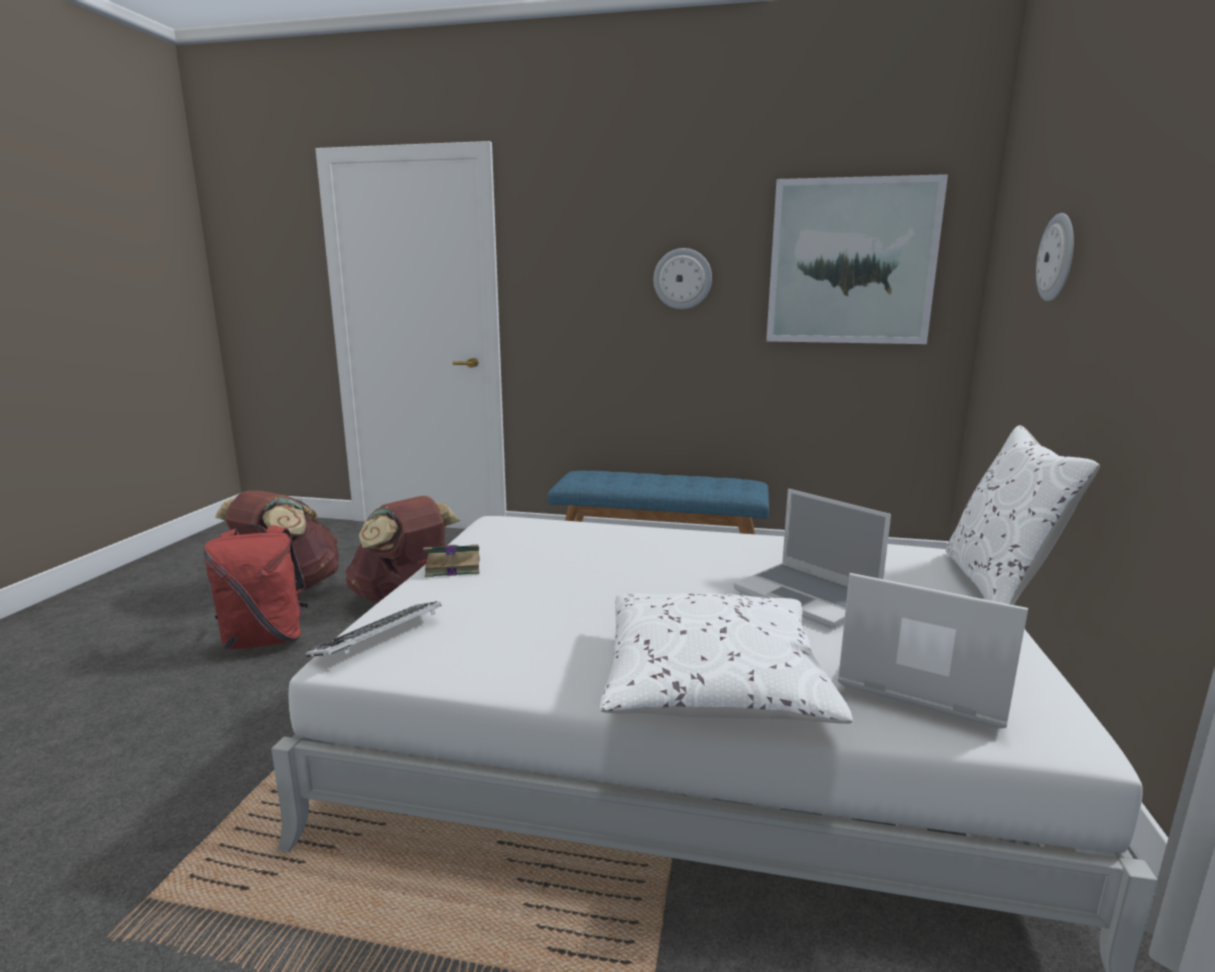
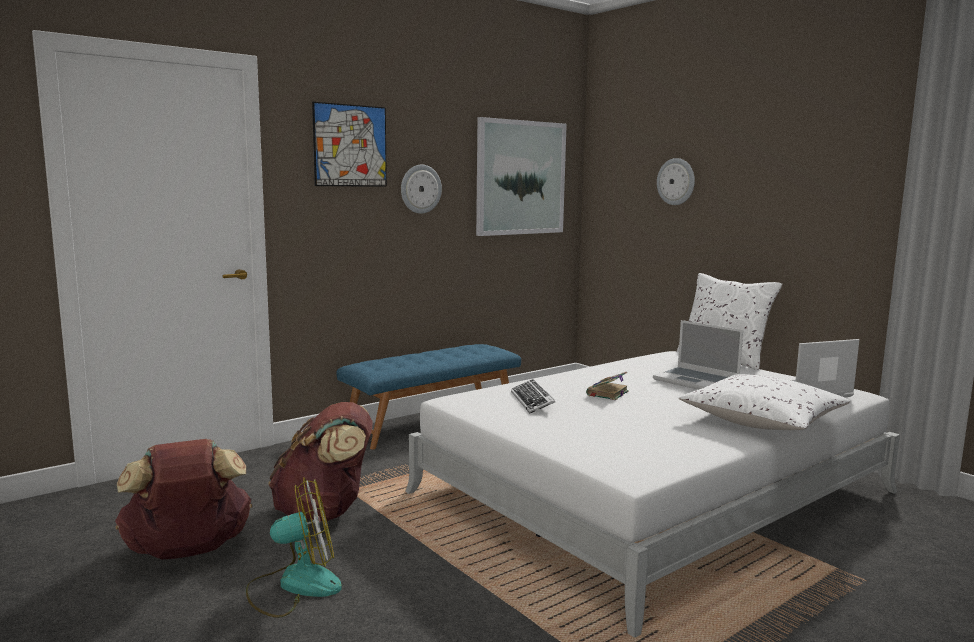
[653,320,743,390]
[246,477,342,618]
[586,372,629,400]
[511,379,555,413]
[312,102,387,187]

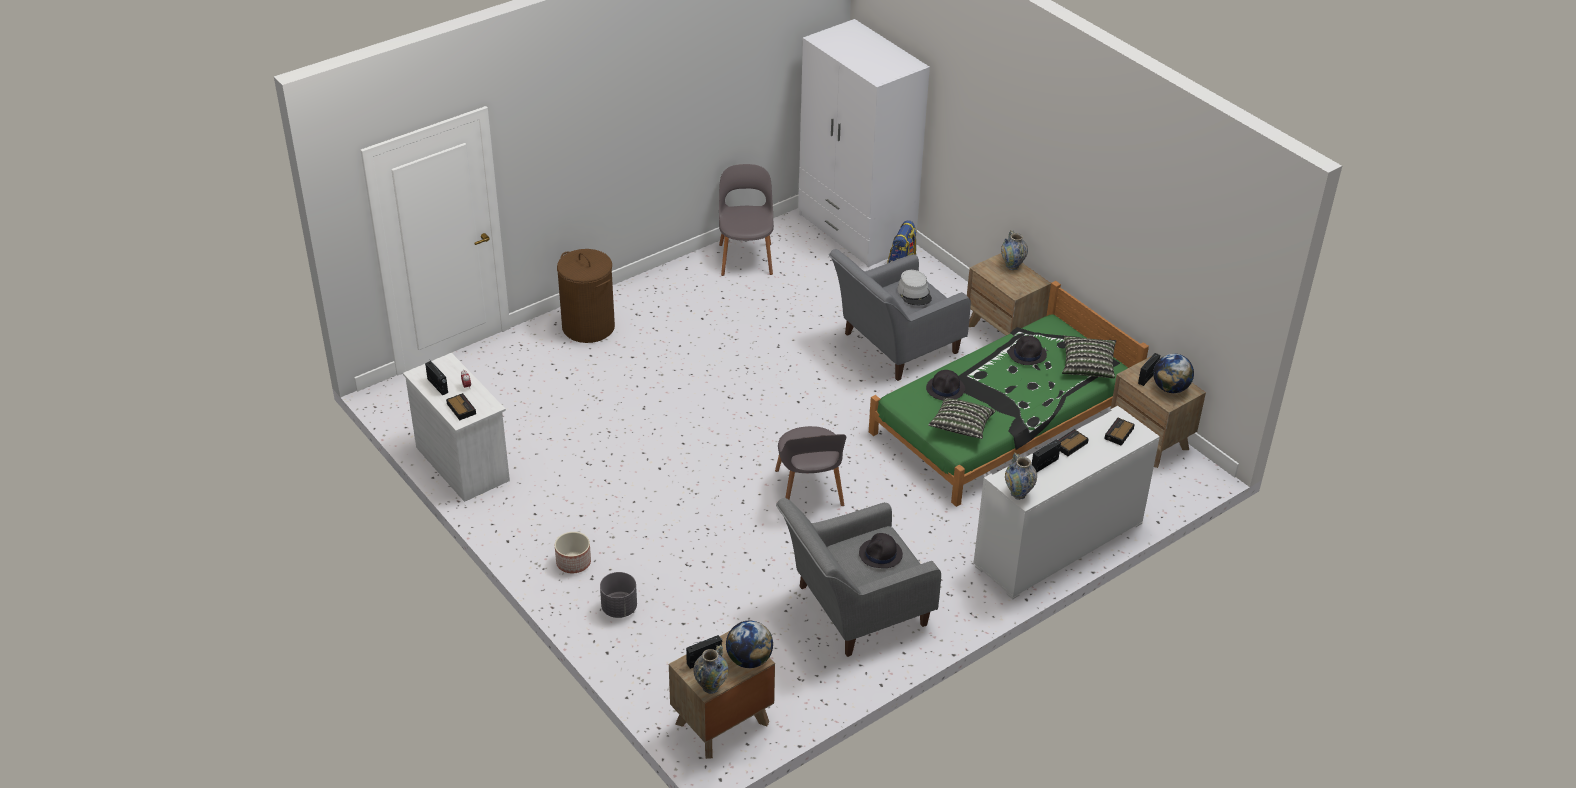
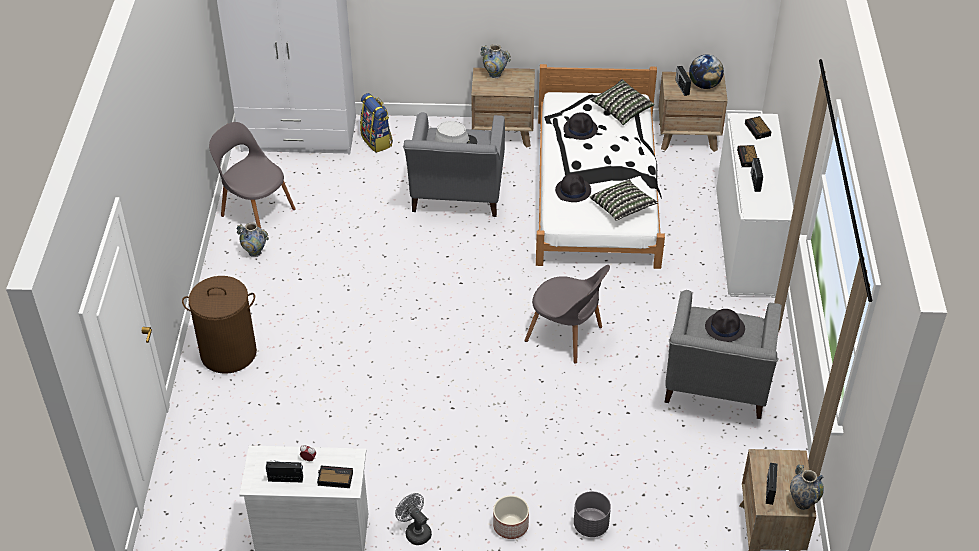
[536,64,665,269]
[236,222,269,257]
[726,621,773,668] (first image)
[395,493,432,545]

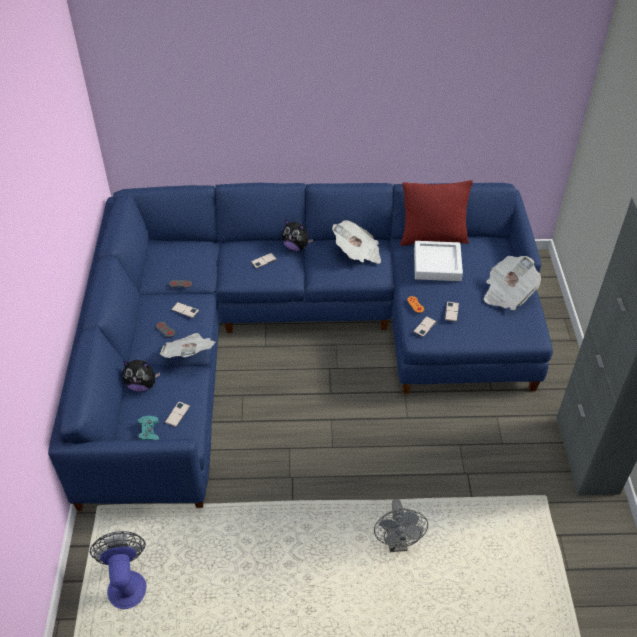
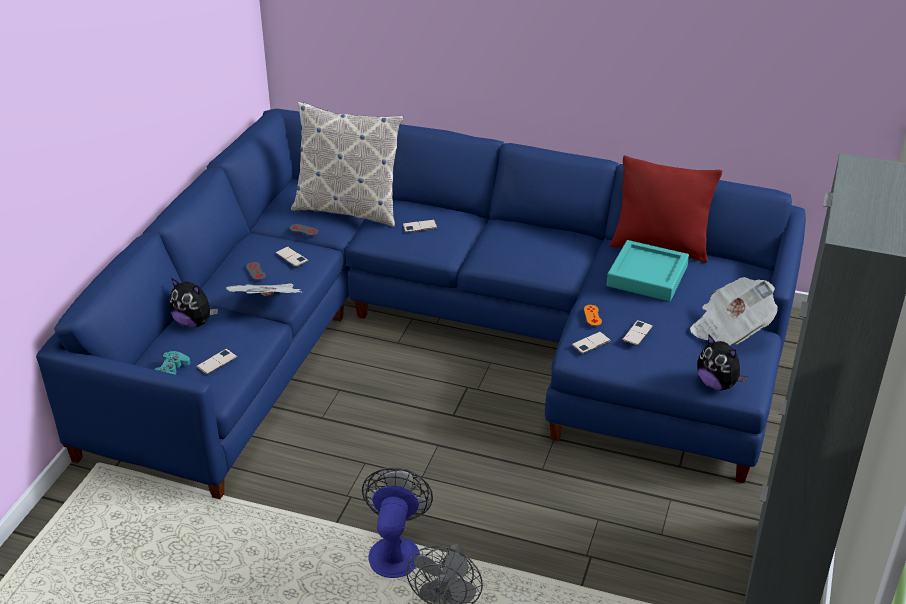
[697,334,748,390]
[332,220,381,264] (first image)
[607,240,689,301]
[362,468,433,578]
[291,102,403,227]

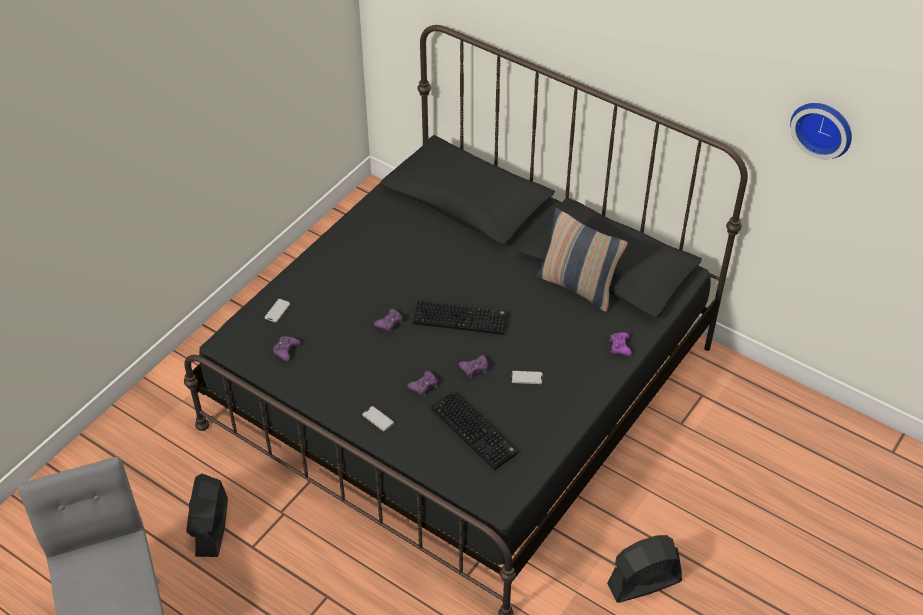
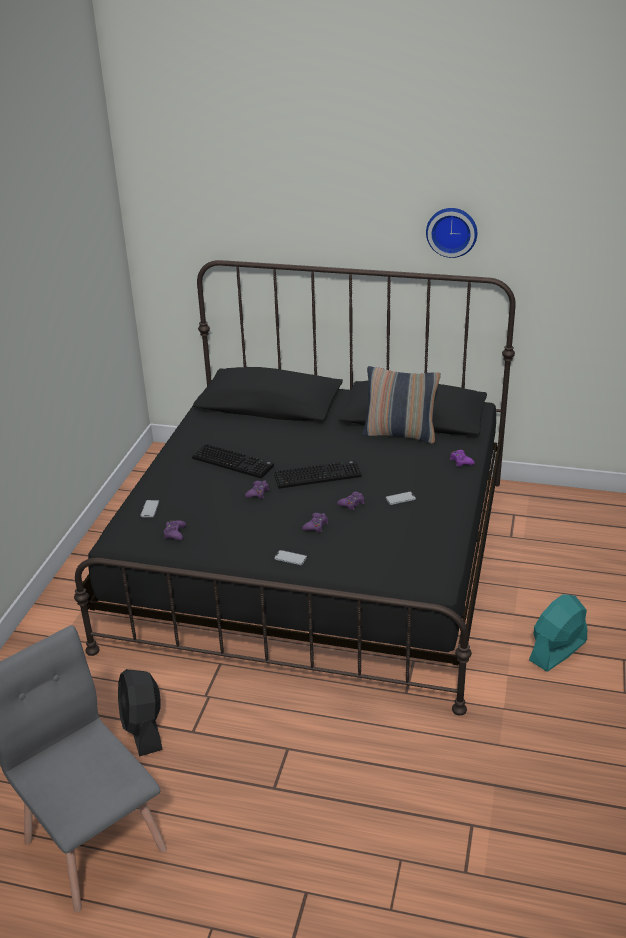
[426,208,477,258]
[192,444,274,478]
[529,594,587,672]

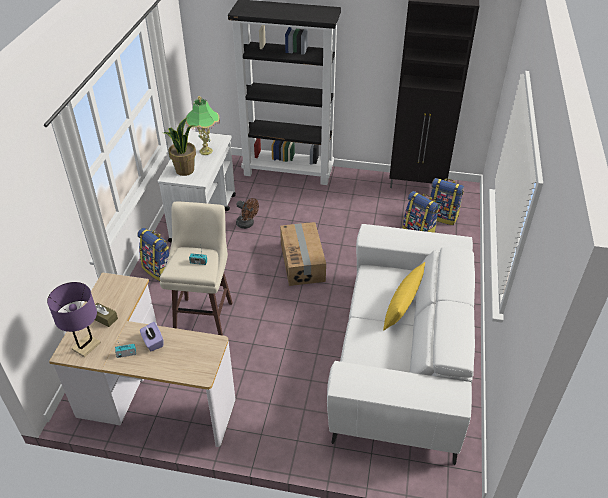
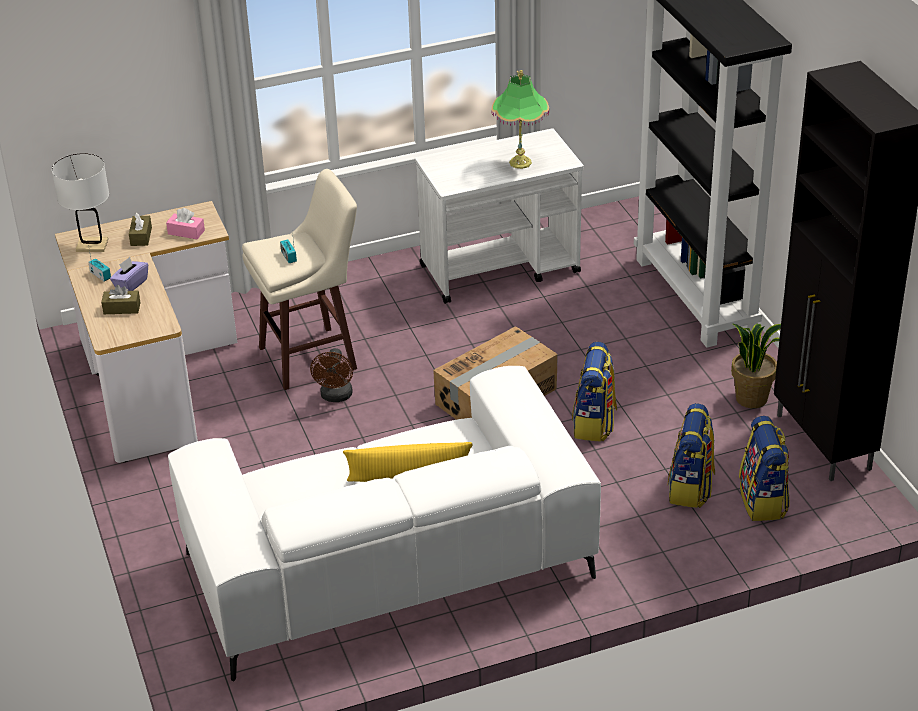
[731,323,781,408]
[310,348,353,402]
[572,342,617,442]
[52,153,109,252]
[166,208,205,239]
[101,285,141,314]

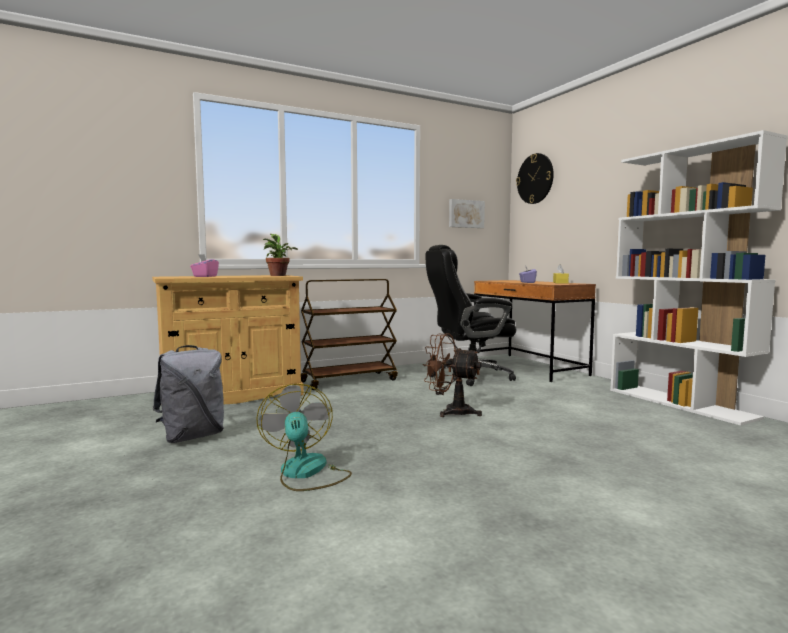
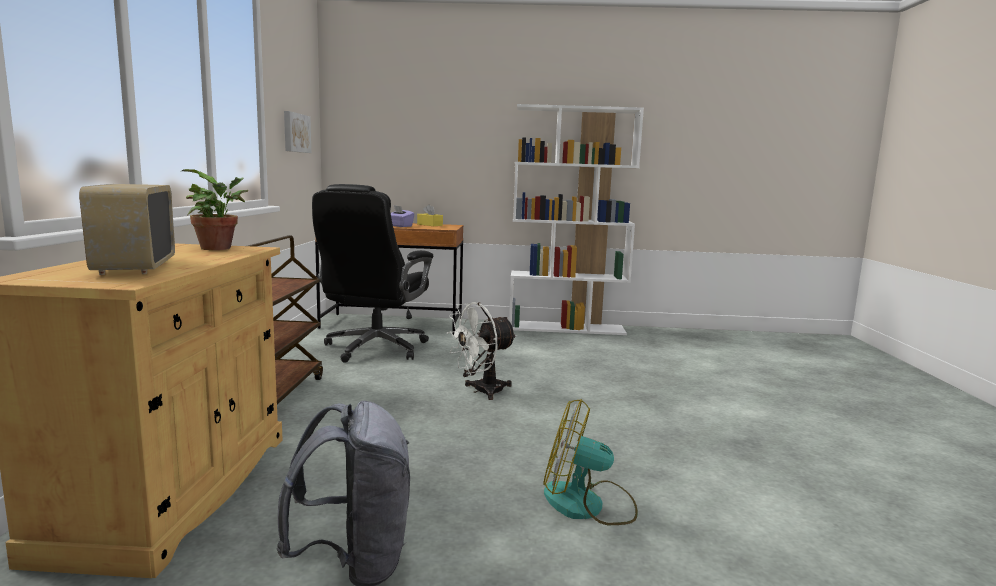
[516,153,554,204] (first image)
[79,184,175,275]
[447,302,517,400]

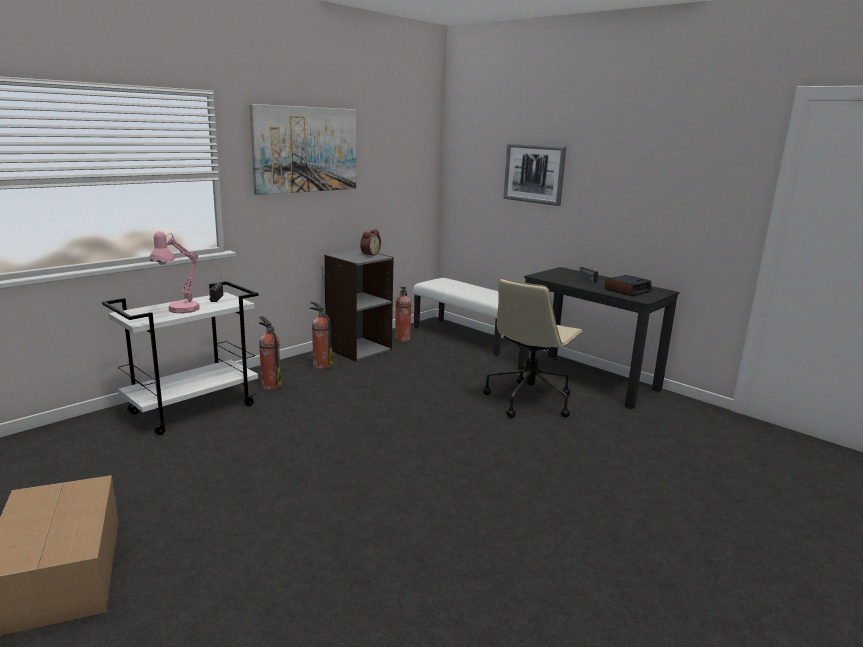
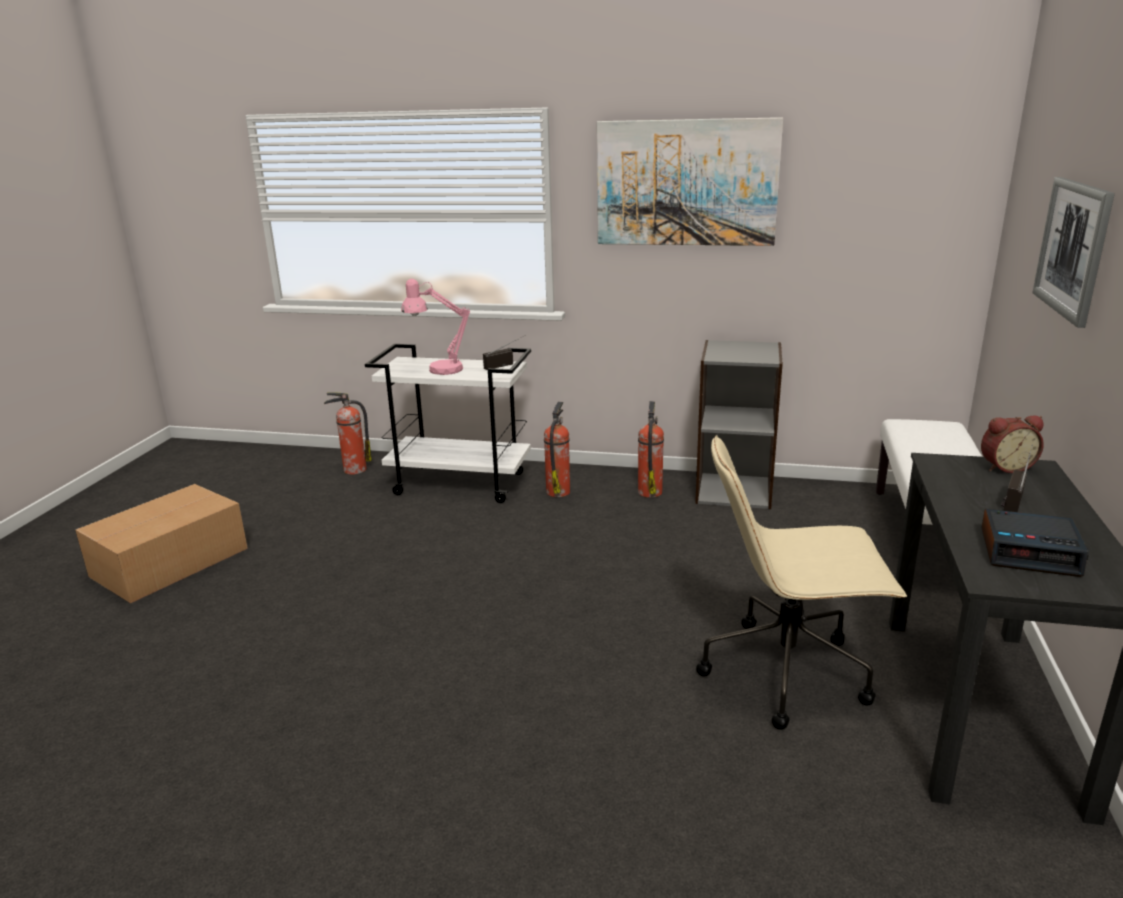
[981,415,1044,473]
[324,392,372,475]

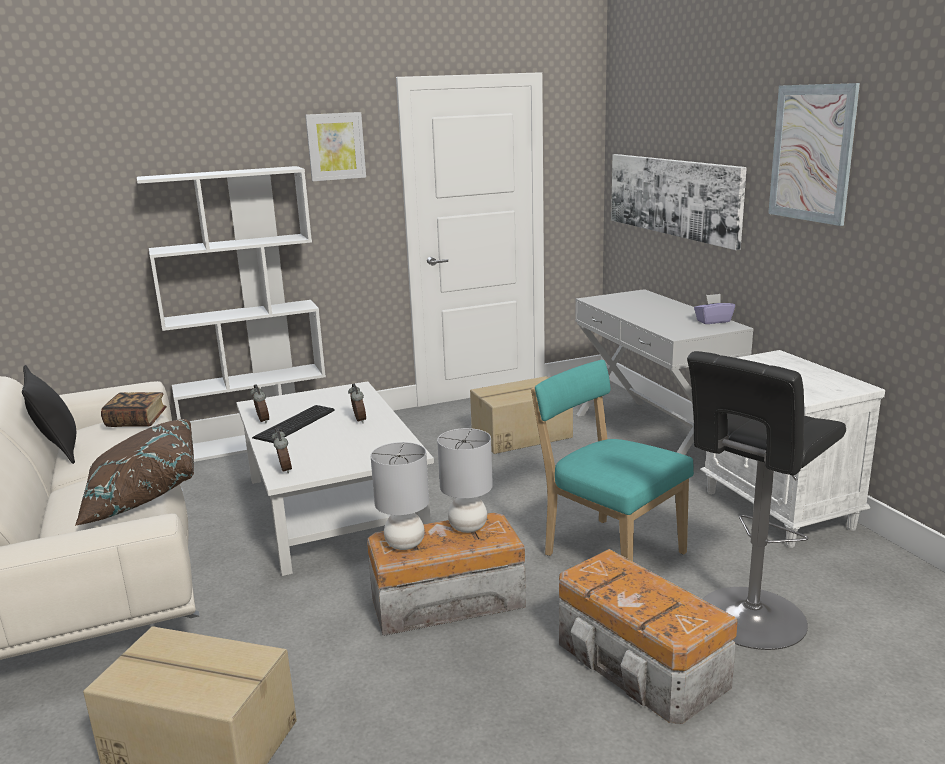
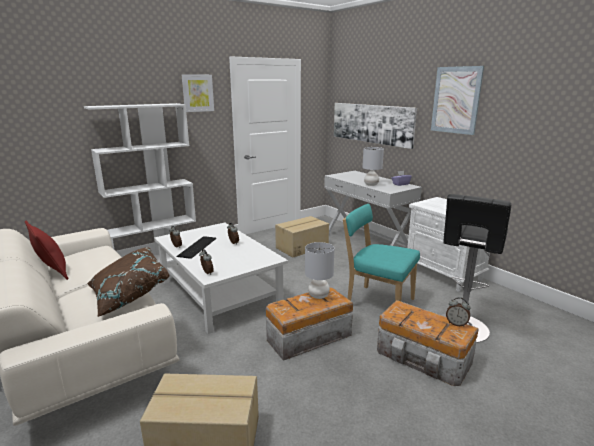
[25,221,69,280]
[101,392,167,427] (first image)
[362,147,384,186]
[446,297,471,327]

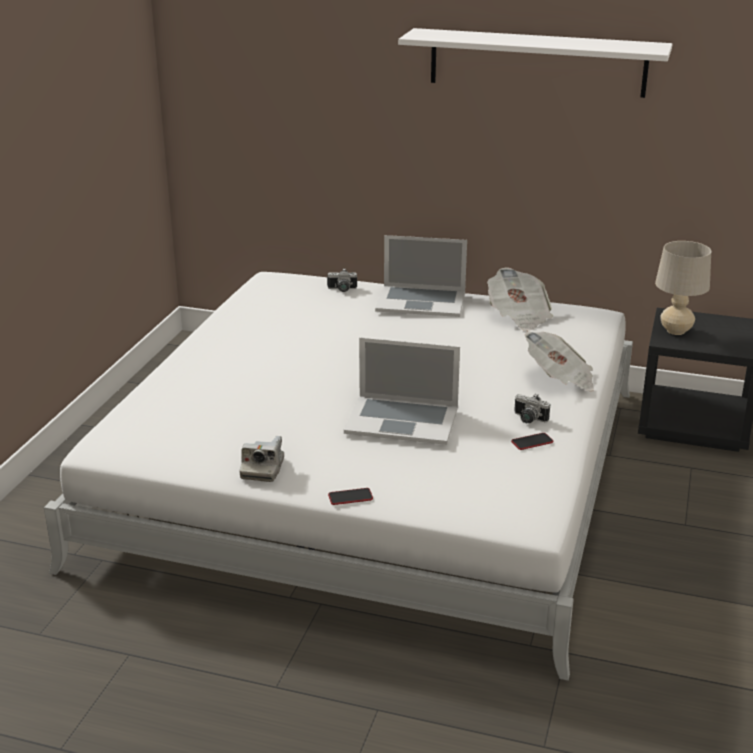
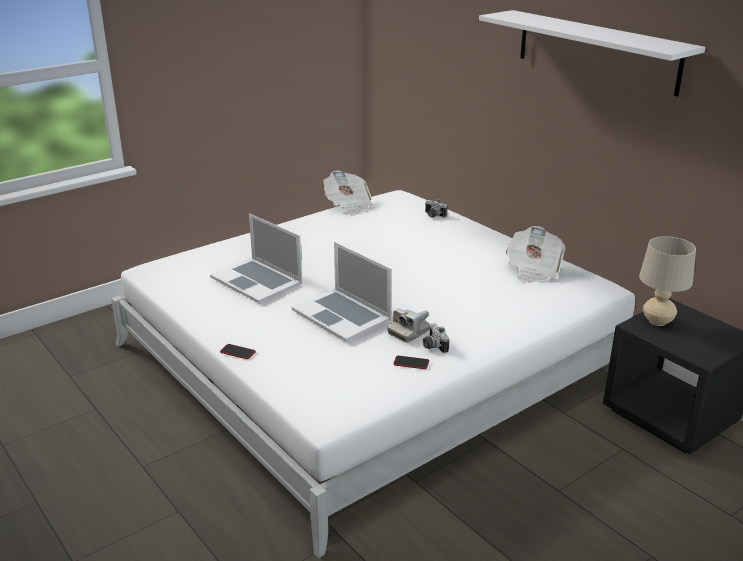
[210,213,302,303]
[323,171,373,216]
[387,308,431,342]

